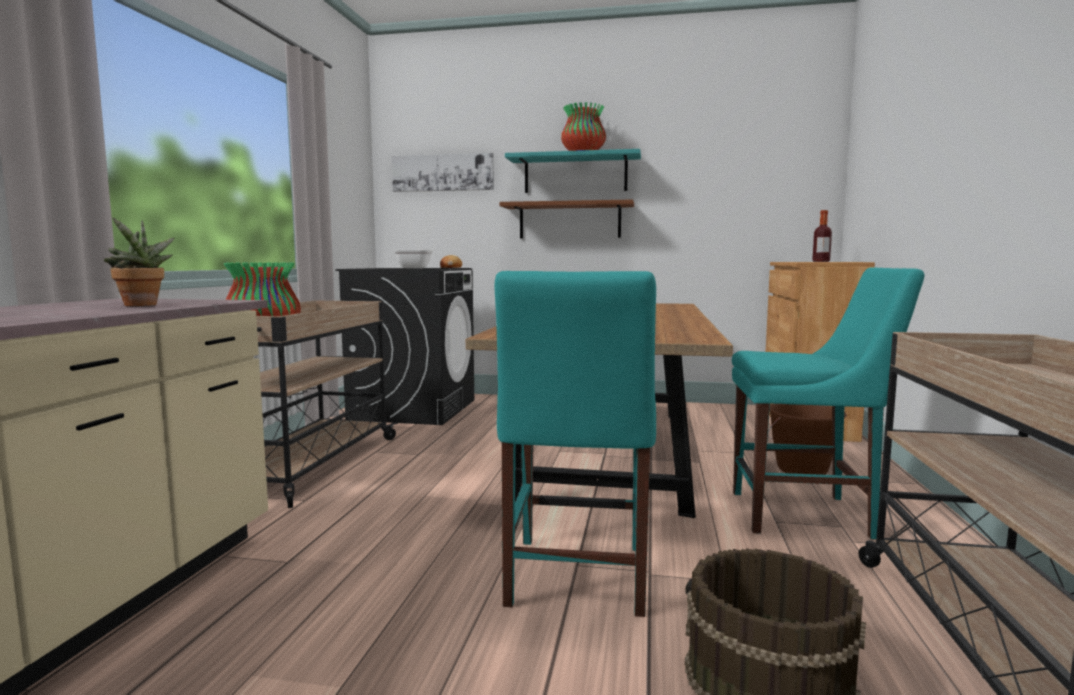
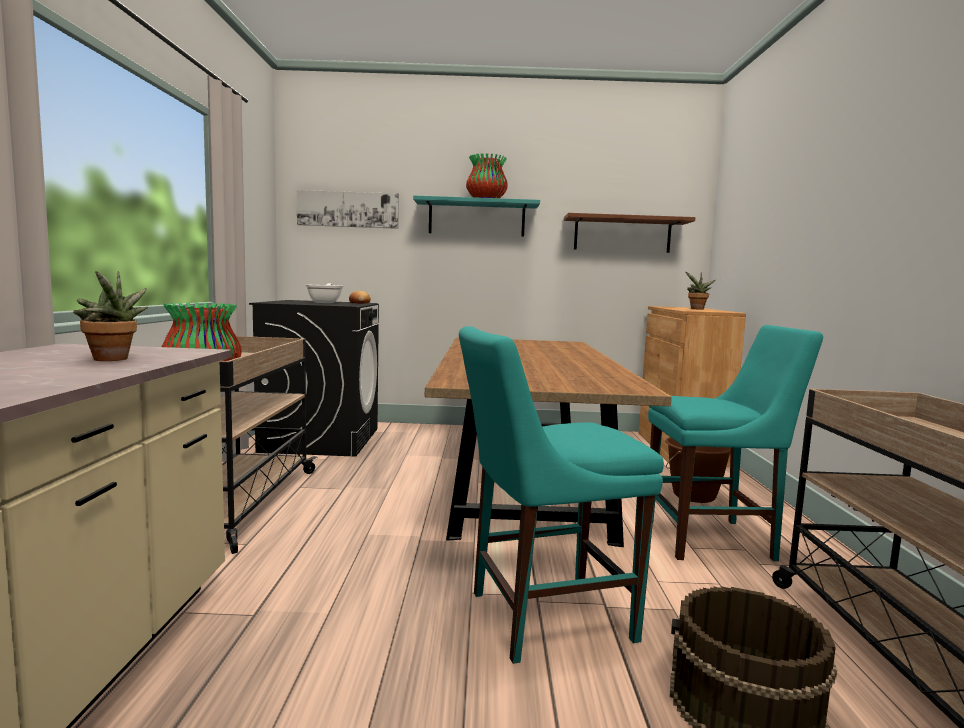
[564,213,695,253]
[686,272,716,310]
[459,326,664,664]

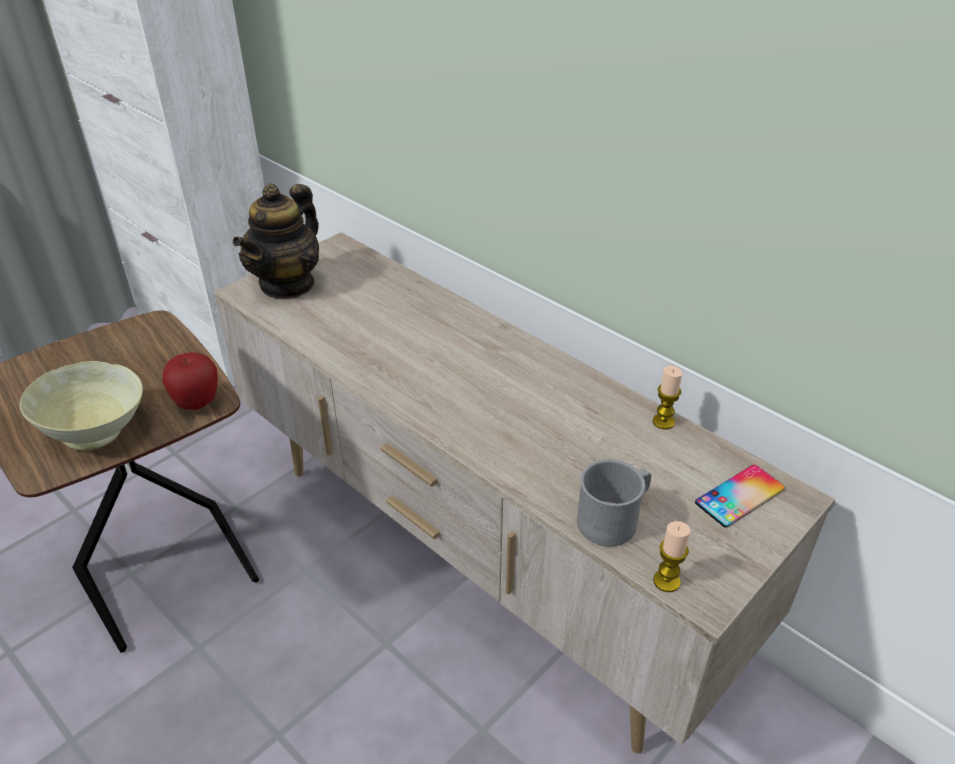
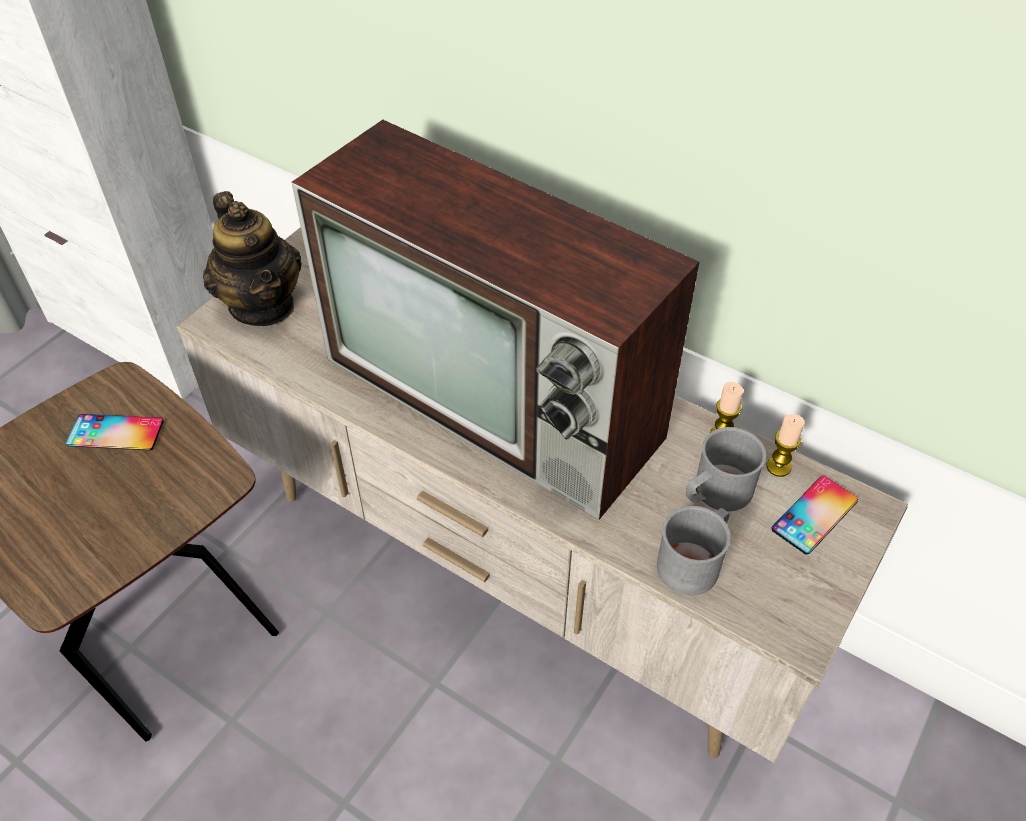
[203,191,302,326]
[162,352,218,410] (first image)
[20,361,143,450] (first image)
[766,414,805,477]
[292,120,699,520]
[66,414,164,450]
[685,427,766,511]

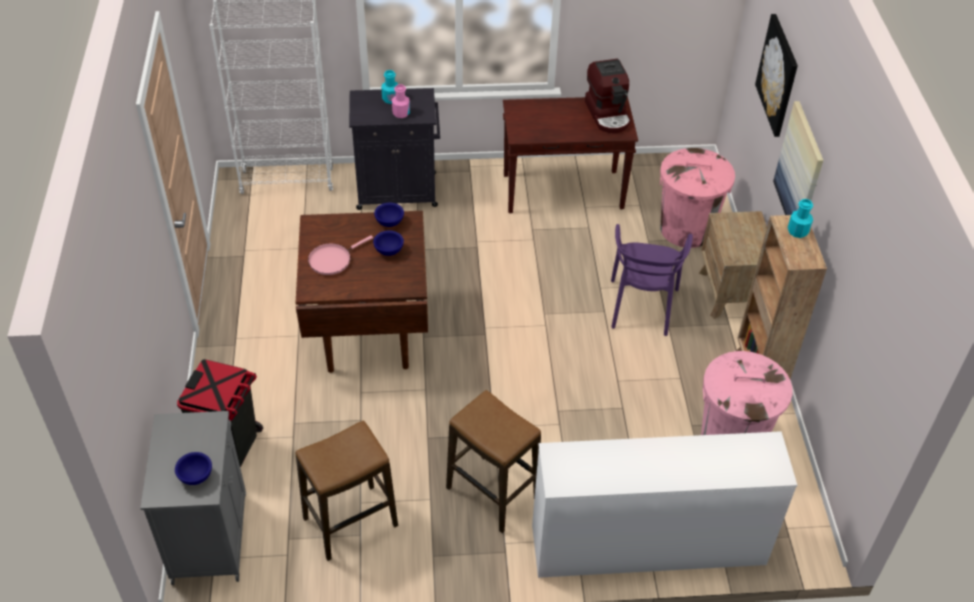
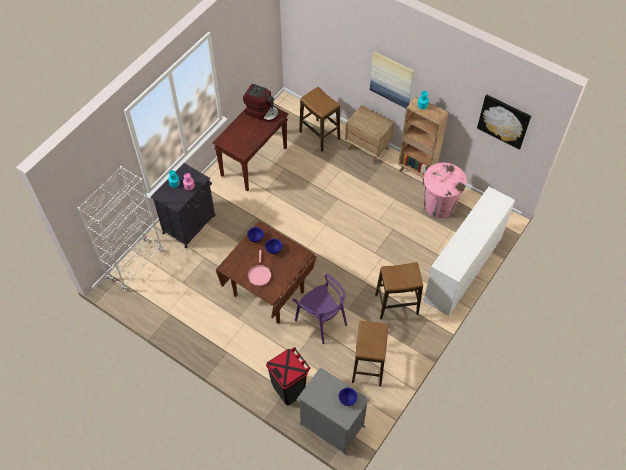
[477,95,531,150]
[299,87,340,152]
[293,274,347,344]

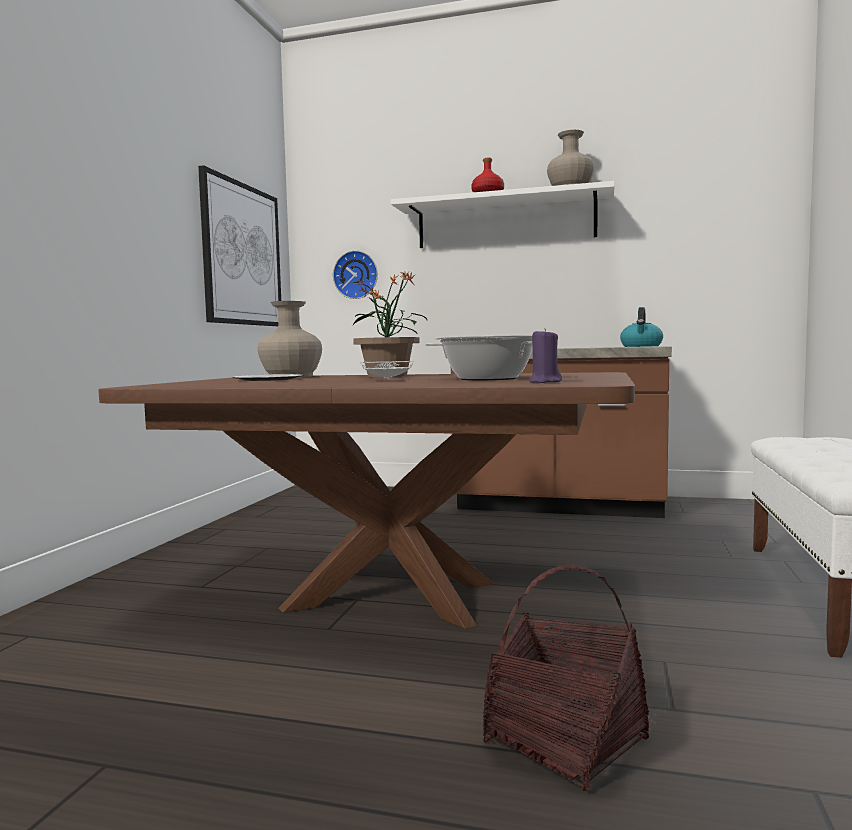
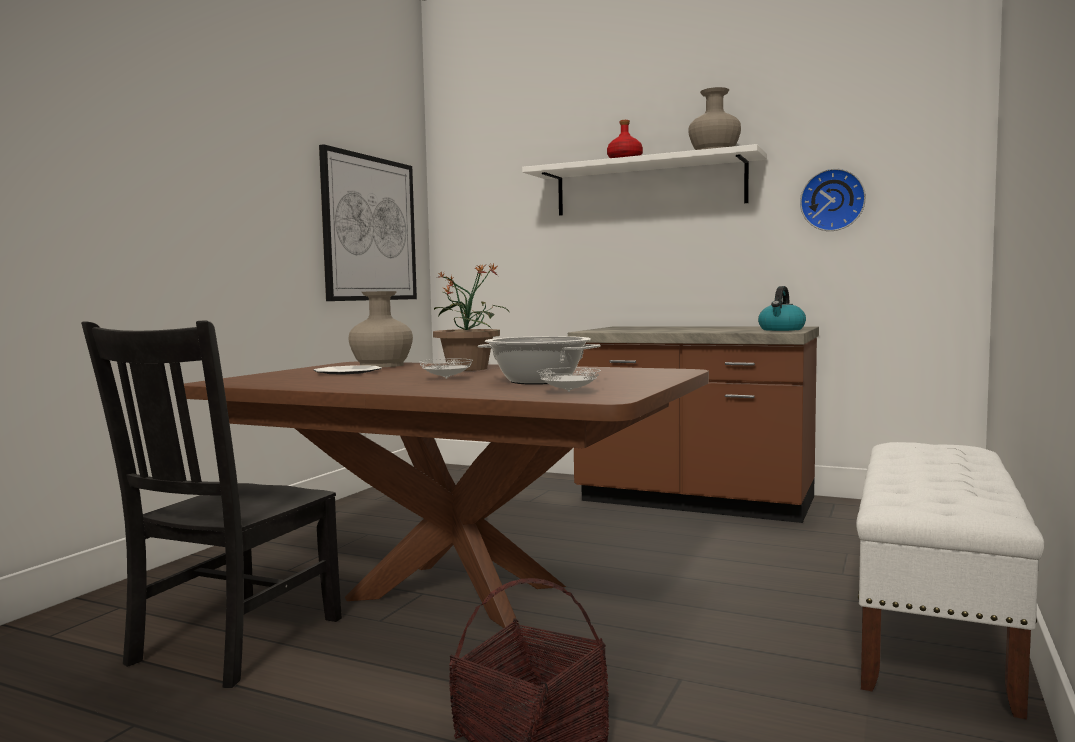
[800,168,866,231]
[537,368,601,392]
[81,321,342,688]

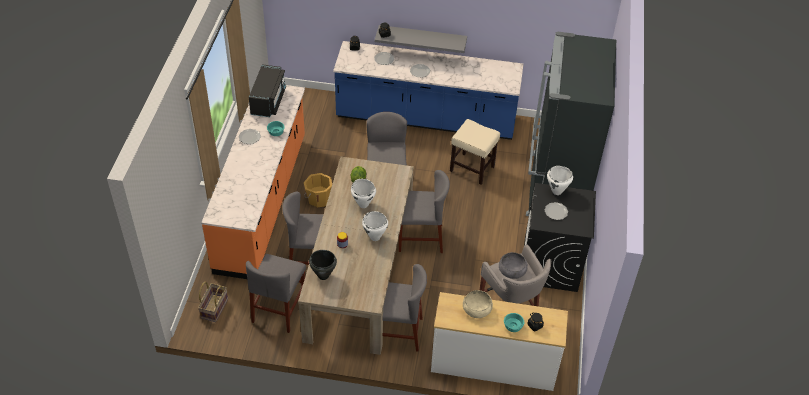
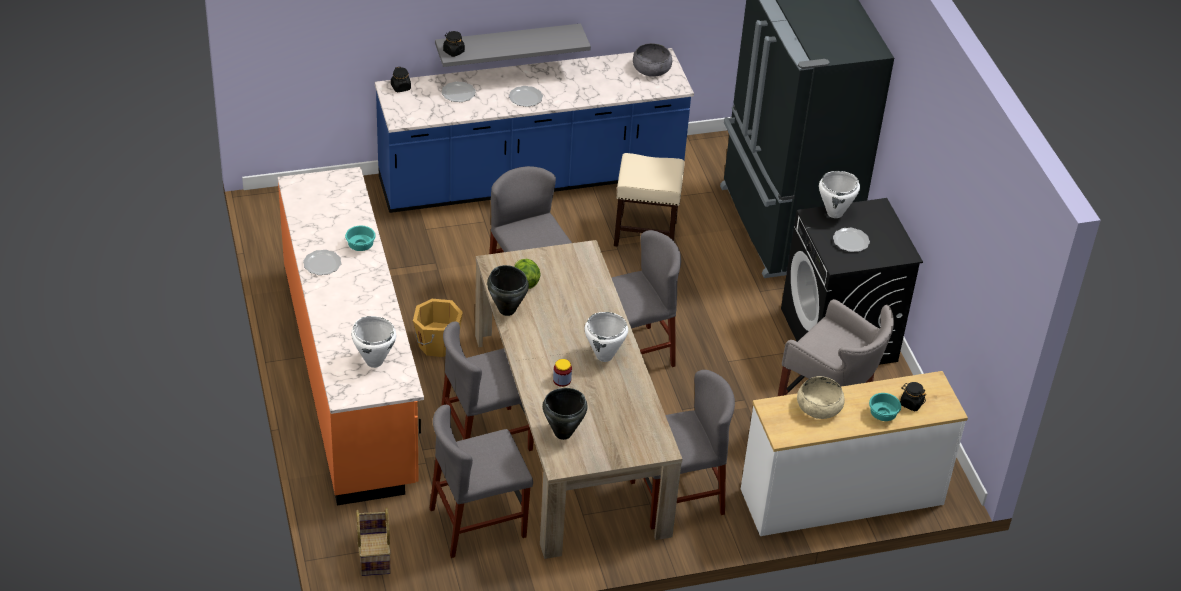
[249,64,286,117] (first image)
[351,316,396,368]
[633,43,672,76]
[429,405,533,558]
[487,265,529,316]

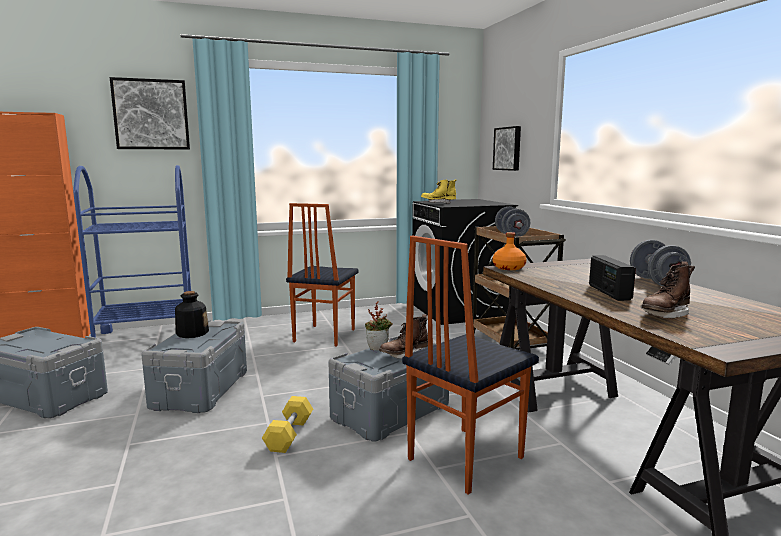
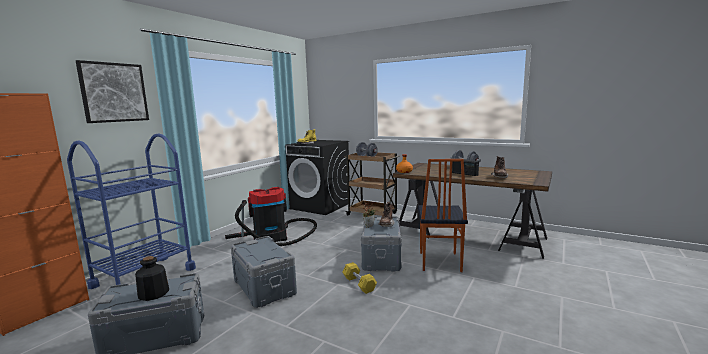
[493,126,521,171] (first image)
[225,187,317,246]
[135,256,169,301]

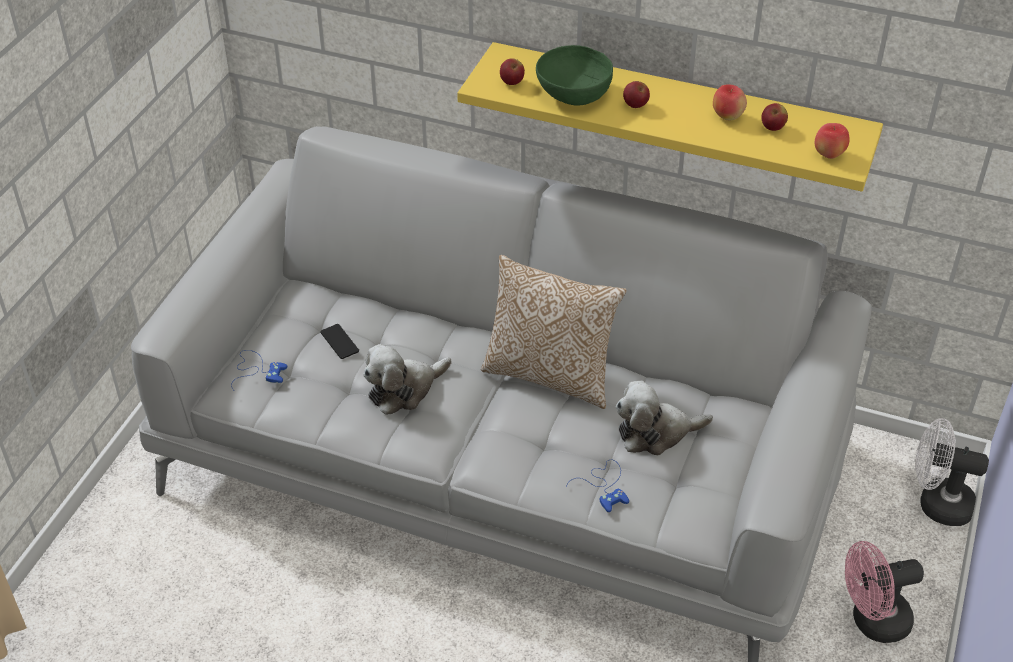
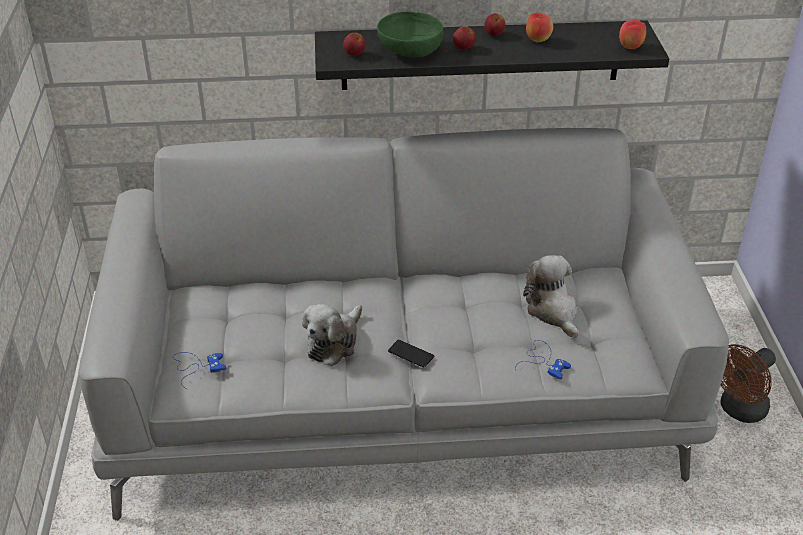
[315,20,669,90]
[484,13,506,36]
[481,255,627,409] (first image)
[388,339,434,368]
[523,255,579,338]
[915,418,989,526] (first image)
[720,344,776,423]

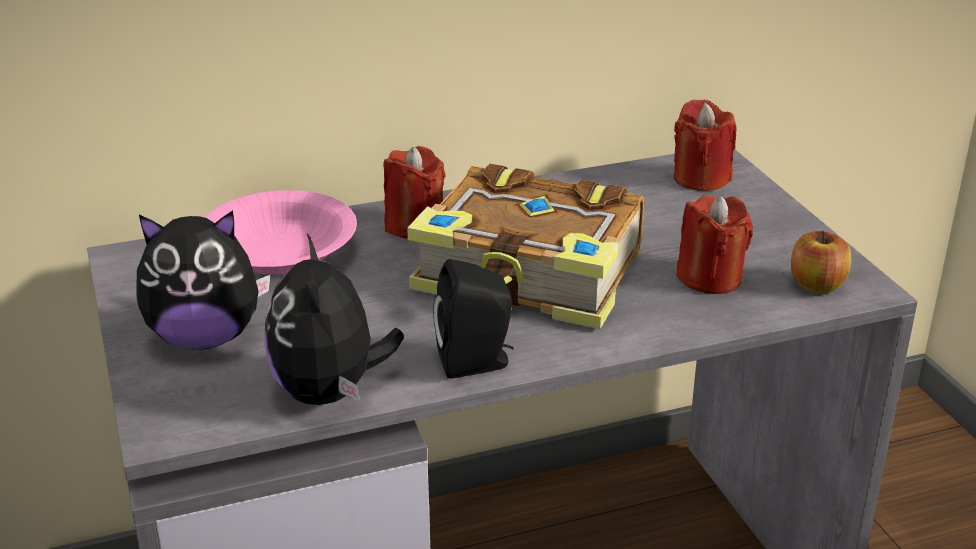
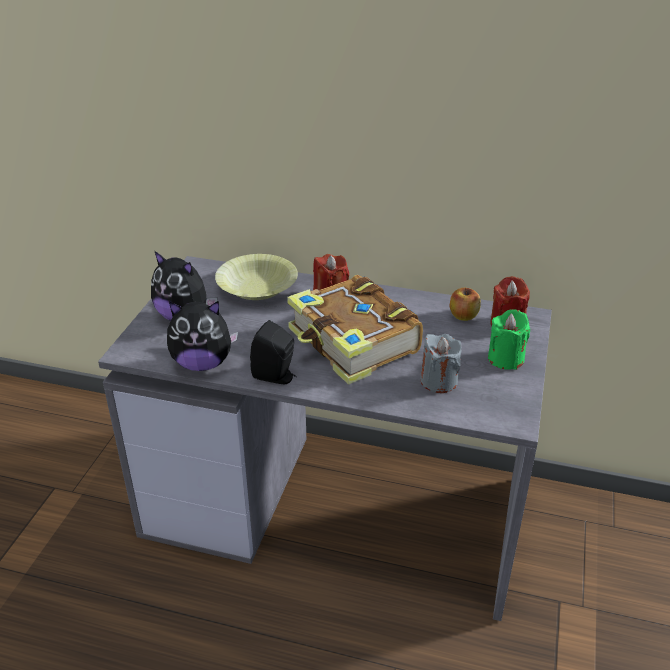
[215,254,298,300]
[420,334,461,393]
[450,288,481,321]
[167,301,238,371]
[488,309,530,370]

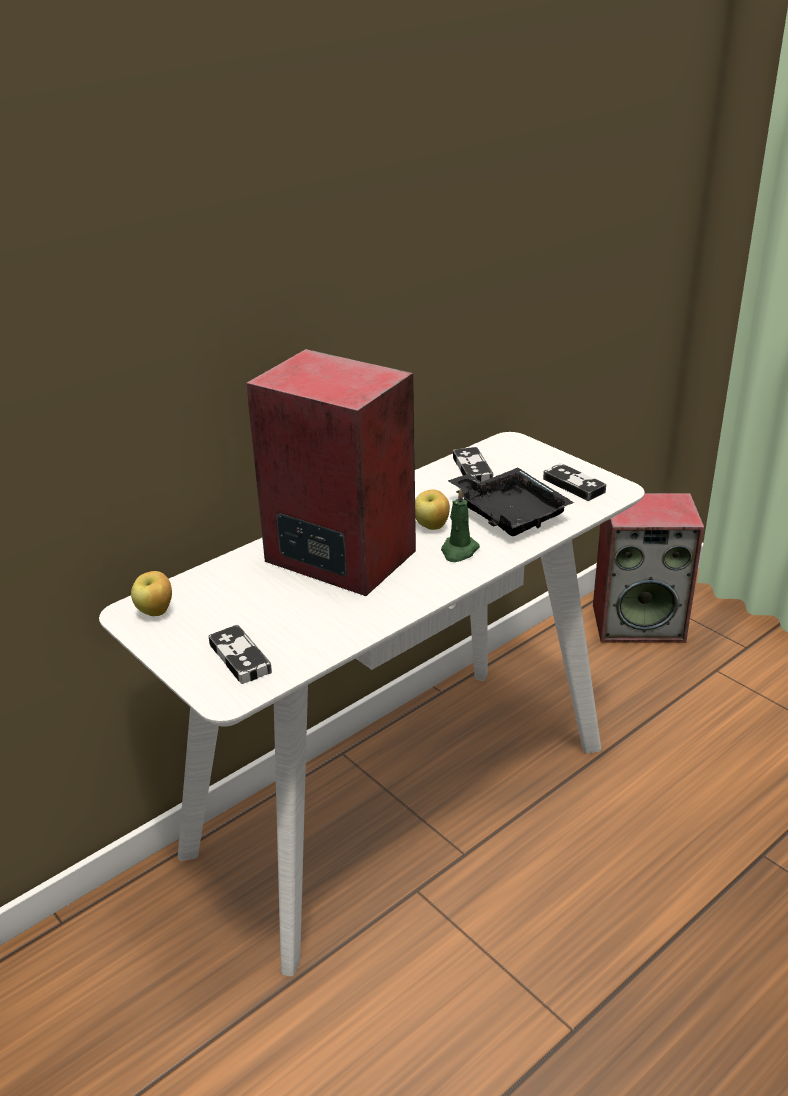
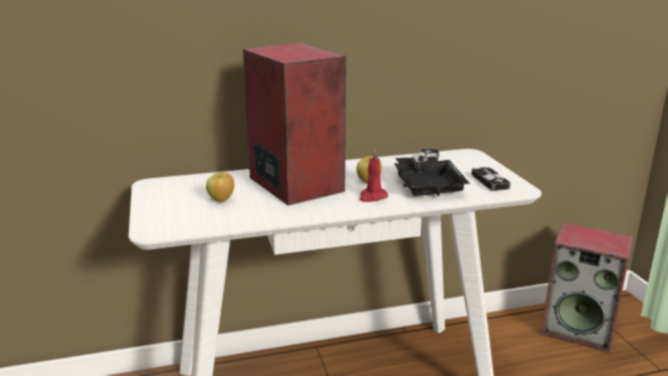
[359,149,388,202]
[206,172,234,202]
[208,625,272,684] (first image)

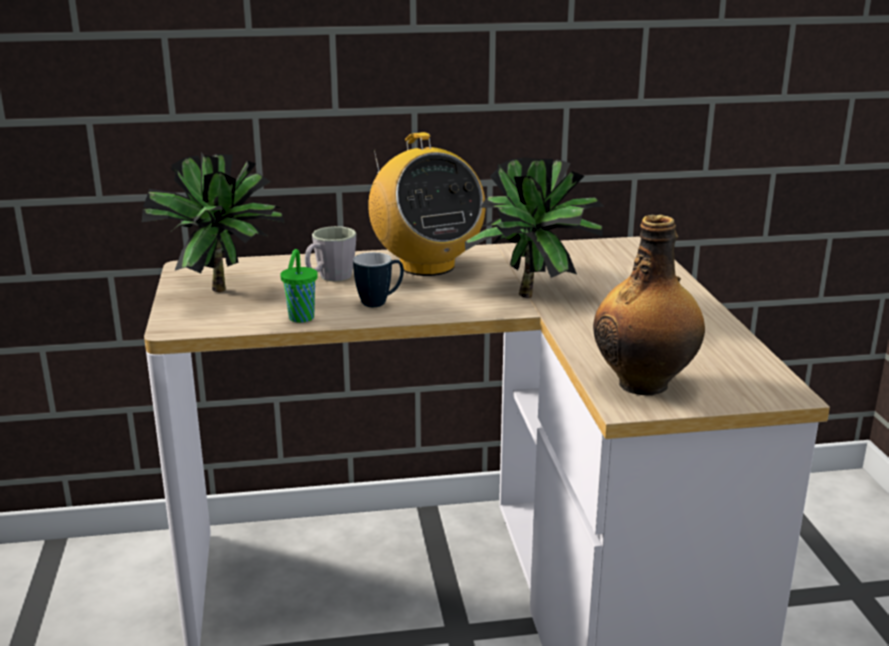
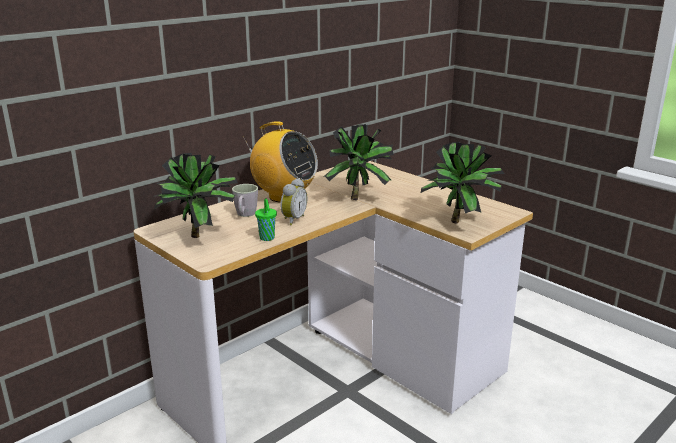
[421,142,504,223]
[280,178,307,226]

